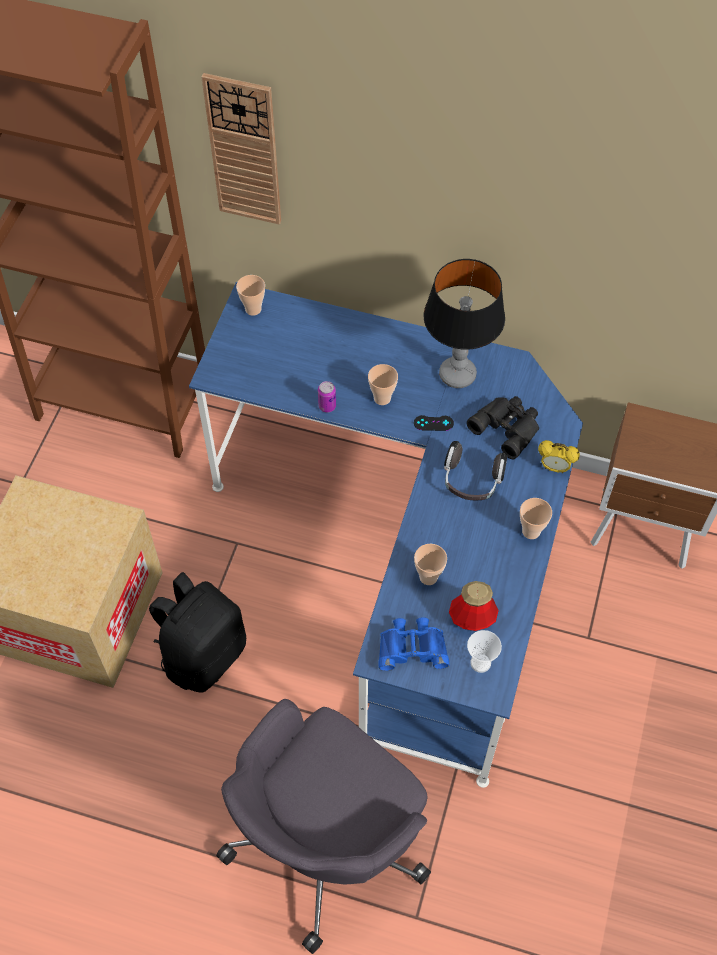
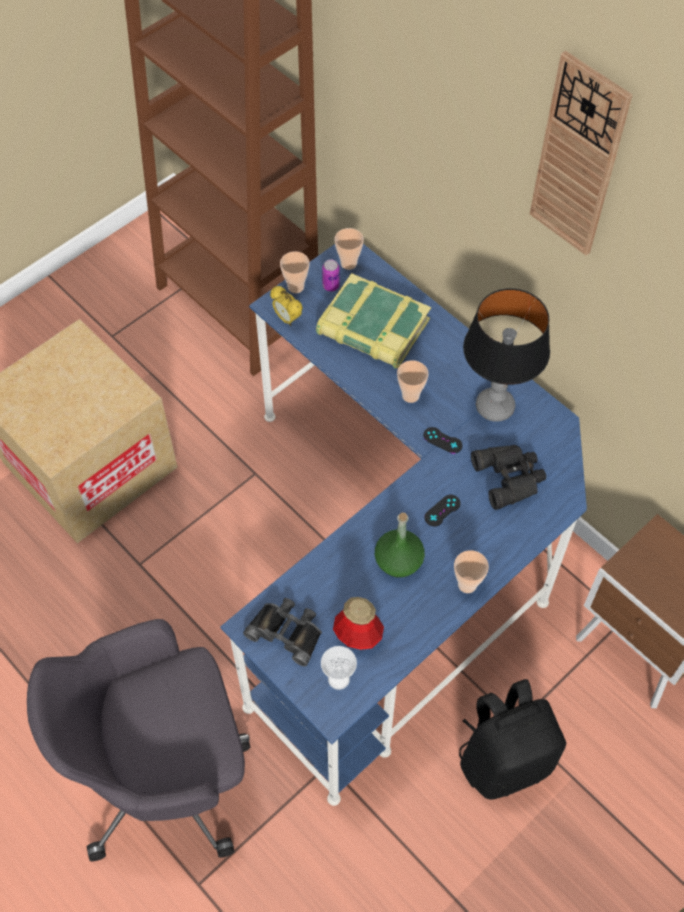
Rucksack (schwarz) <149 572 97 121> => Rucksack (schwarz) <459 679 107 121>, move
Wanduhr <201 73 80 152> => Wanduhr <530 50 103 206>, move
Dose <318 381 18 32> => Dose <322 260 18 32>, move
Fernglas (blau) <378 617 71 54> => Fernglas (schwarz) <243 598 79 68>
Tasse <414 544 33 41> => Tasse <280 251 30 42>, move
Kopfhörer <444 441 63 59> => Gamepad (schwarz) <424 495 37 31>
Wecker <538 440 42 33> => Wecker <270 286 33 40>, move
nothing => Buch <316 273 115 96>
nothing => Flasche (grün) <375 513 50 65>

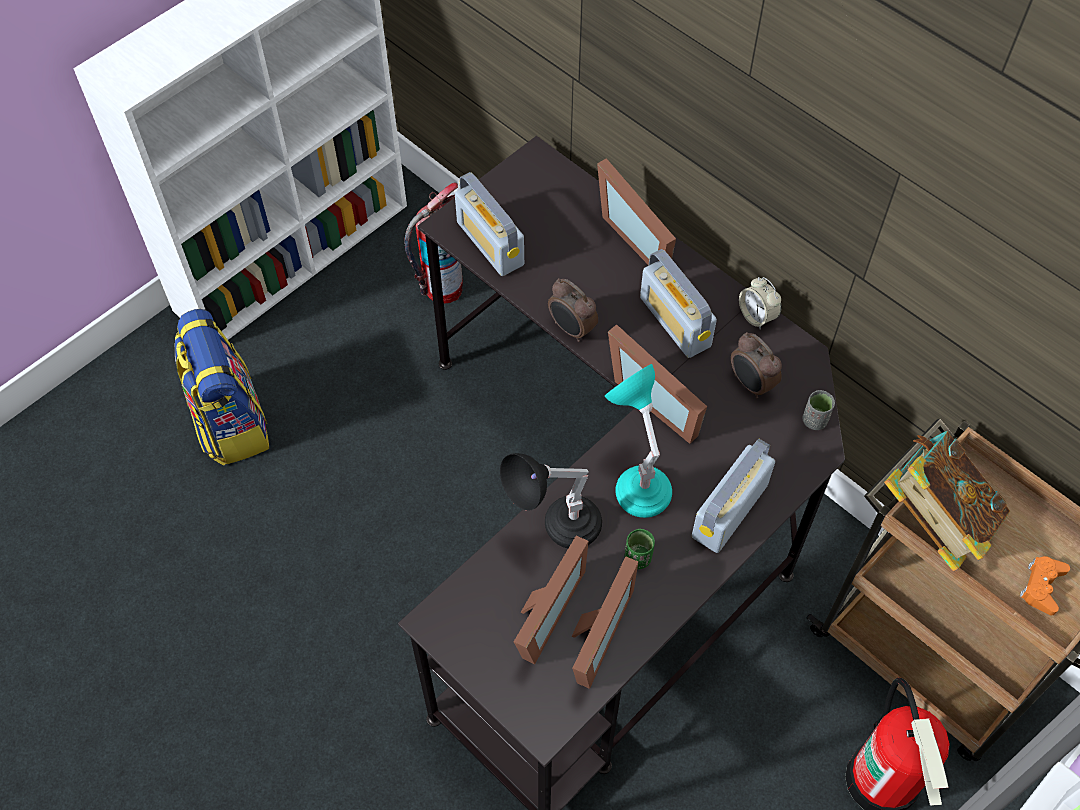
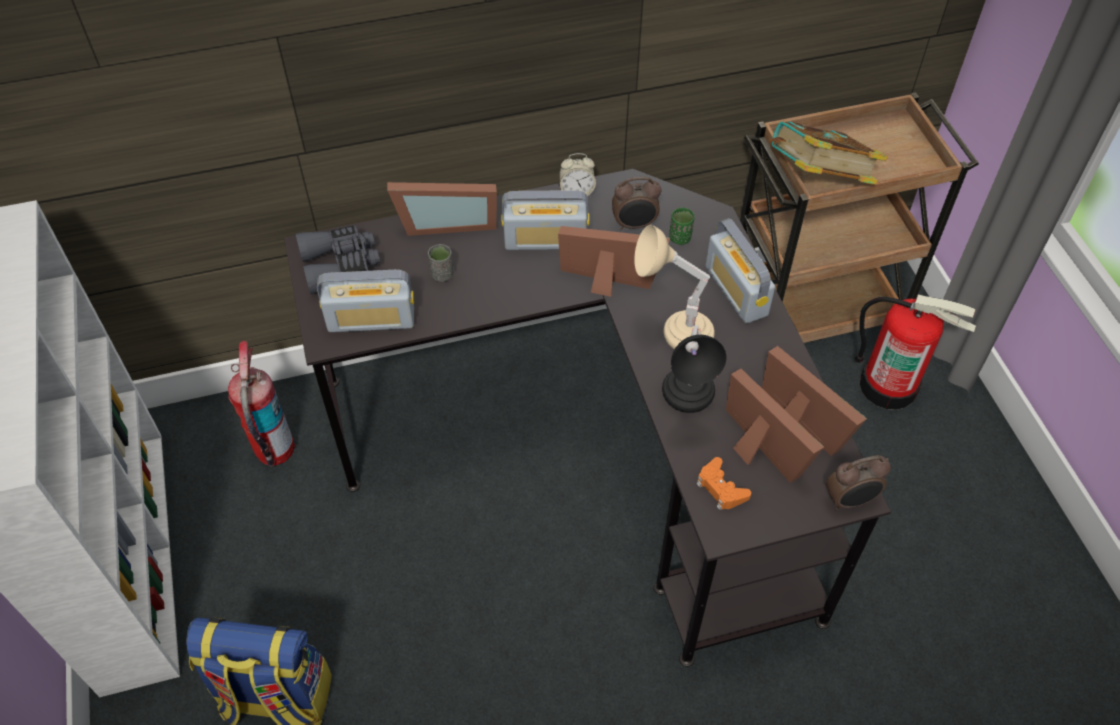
Wecker <548 278 50 64> => Wecker <826 455 65 55>, move
Tischlampe (türkis) <604 364 68 154> => Tischlampe (beige) <634 225 81 124>
Bilderrahmen <608 324 99 120> => Bilderrahmen <558 226 112 71>, 150 degrees counterclockwise
Tasse (grün) <625 528 30 41> => Tasse (grün) <669 208 26 37>, move
Tasse (grau) <803 390 32 40> => Tasse (grau) <428 244 26 38>, move
Gamepad (orange) <1020 556 50 59> => Gamepad (orange) <697 457 54 53>, move
nothing => Fernglas (grau) <296 226 84 68>

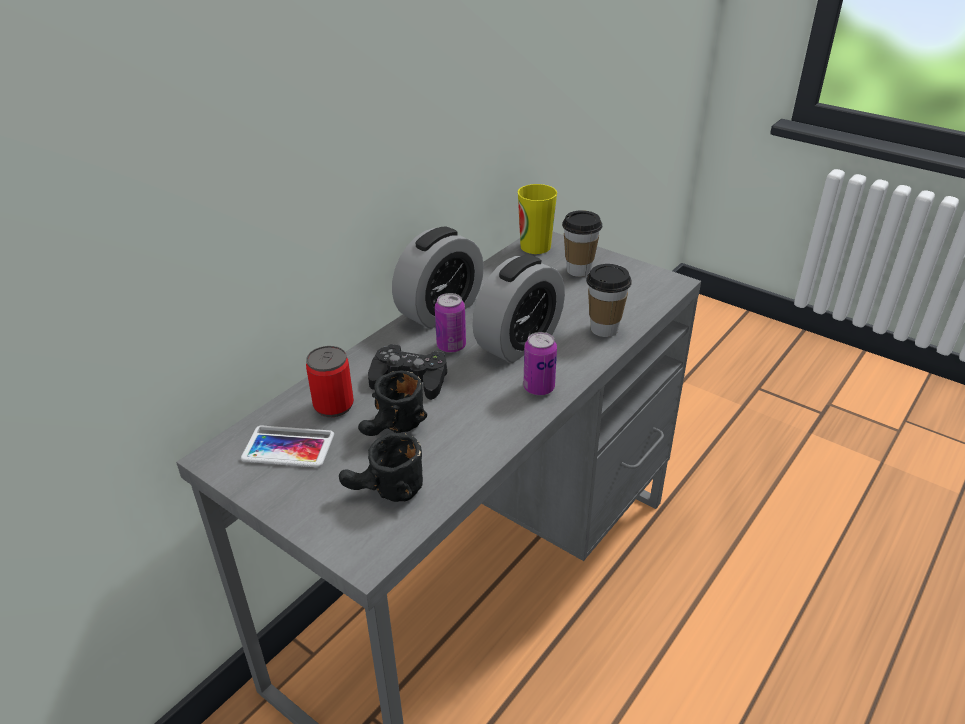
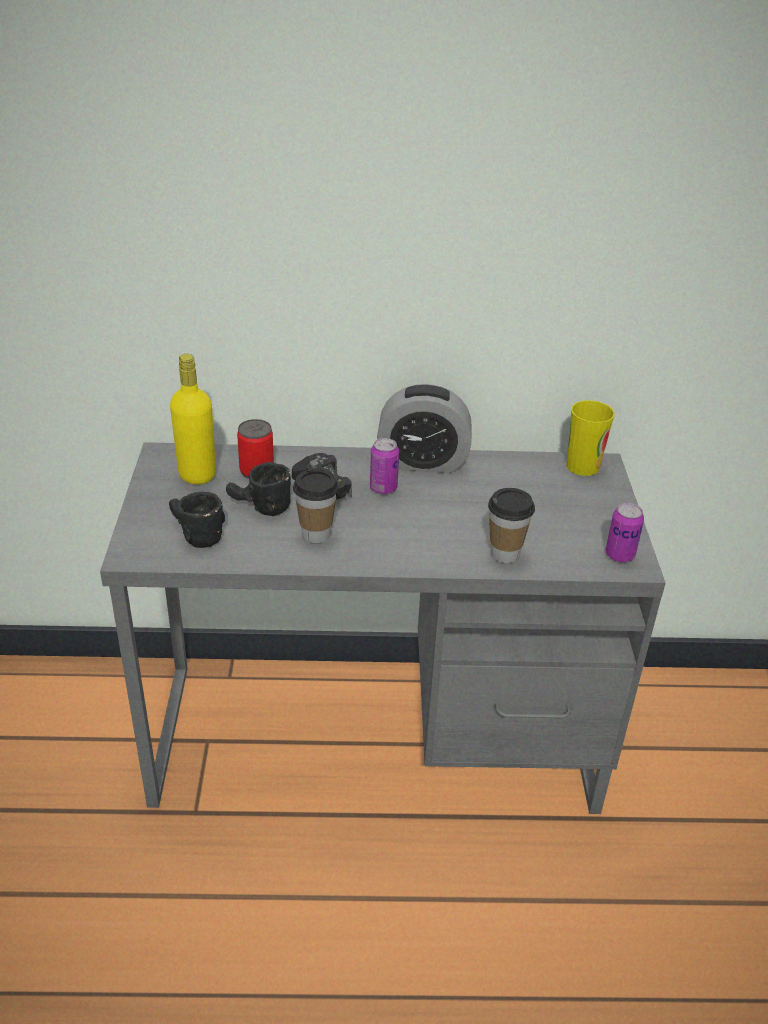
Handy <241 425 93 42> => Flasche (gelb) <170 354 46 130>
Wecker <472 255 93 108> => nothing
Dose <523 332 34 64> => Dose <606 503 38 60>, move
Tasse <562 210 40 67> => Tasse <293 469 46 74>, move

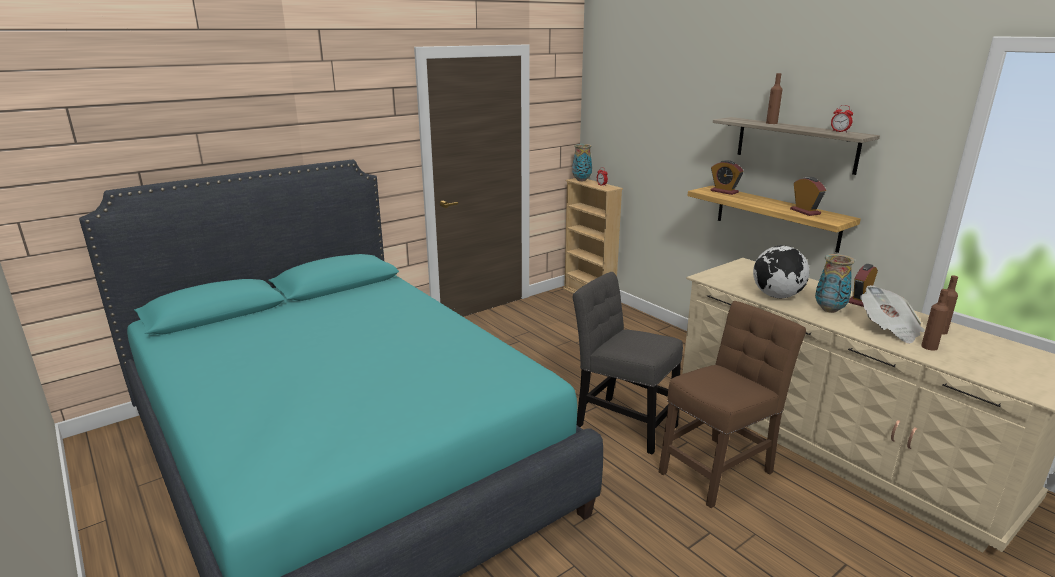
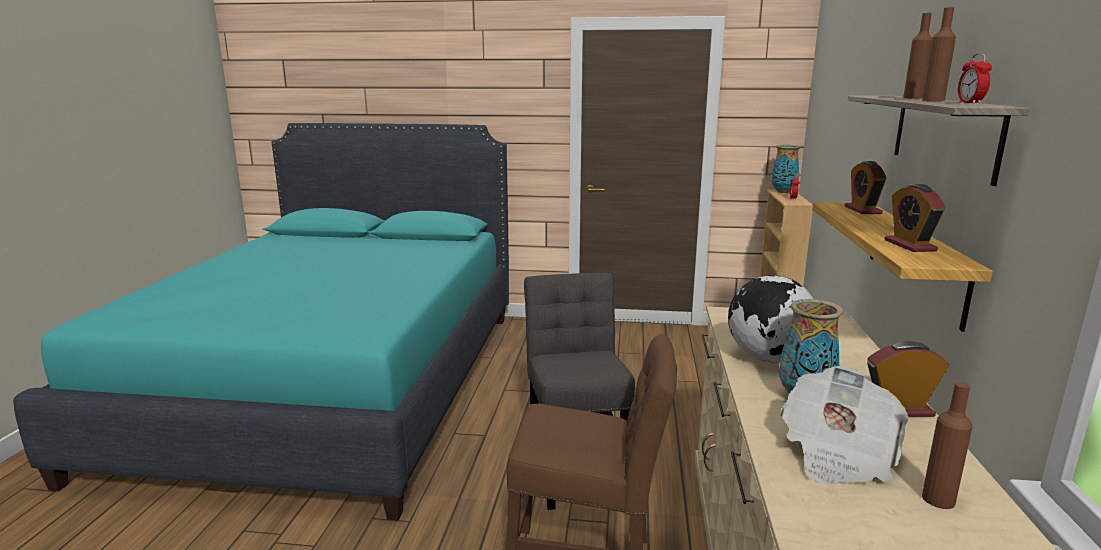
Wecker <790 177 36 39> => Wecker <884 184 61 68>, 150 degrees clockwise
Flasche (braun) <921 289 28 62> => Flasche (braun) <922 7 34 94>, move

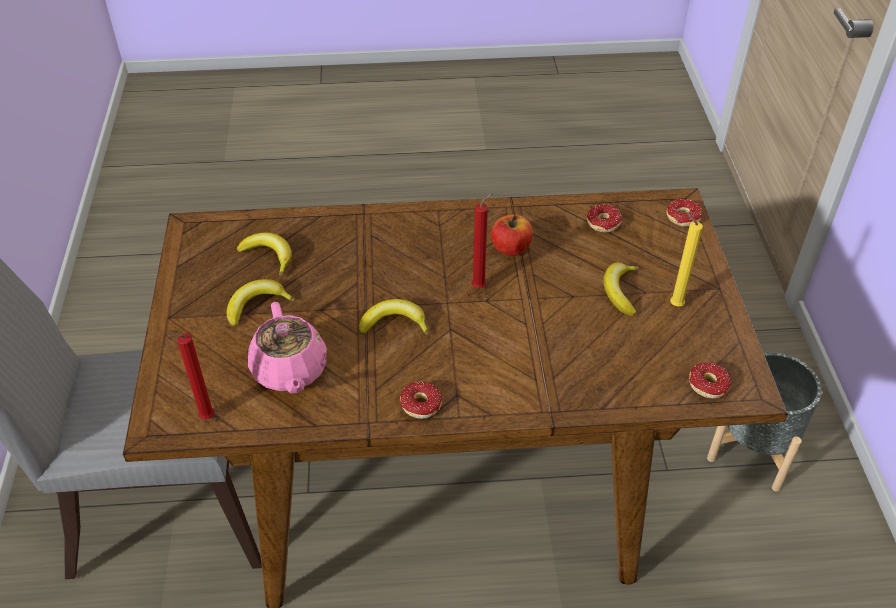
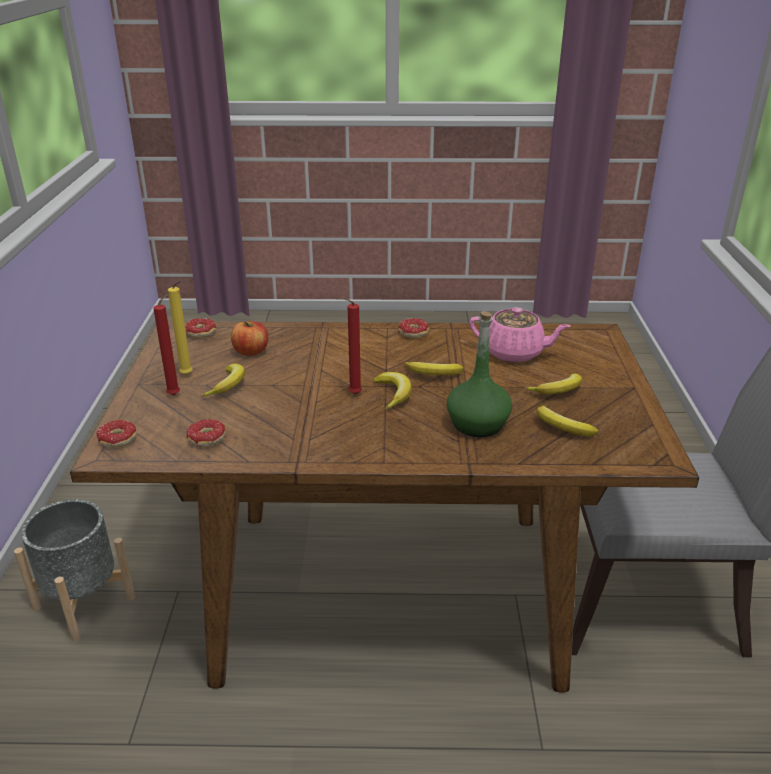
Kerze (rot) <167 333 48 87> => Kerze (rot) <153 294 27 101>, move
Teekanne (rosa) <248 302 79 91> => Teekanne (rosa) <469 307 102 56>, 120 degrees clockwise
Apfel <491 215 42 41> => Apfel <231 321 37 35>, move
nothing => Banane <373 372 39 38>
nothing => Flasche (grün) <447 311 65 126>

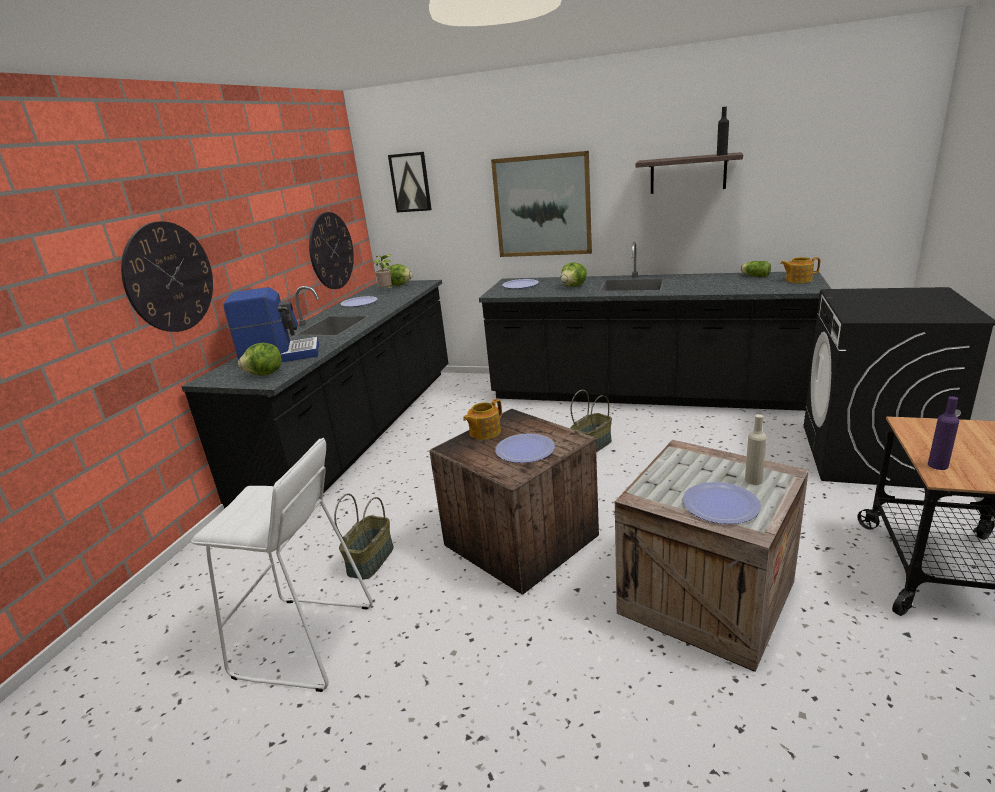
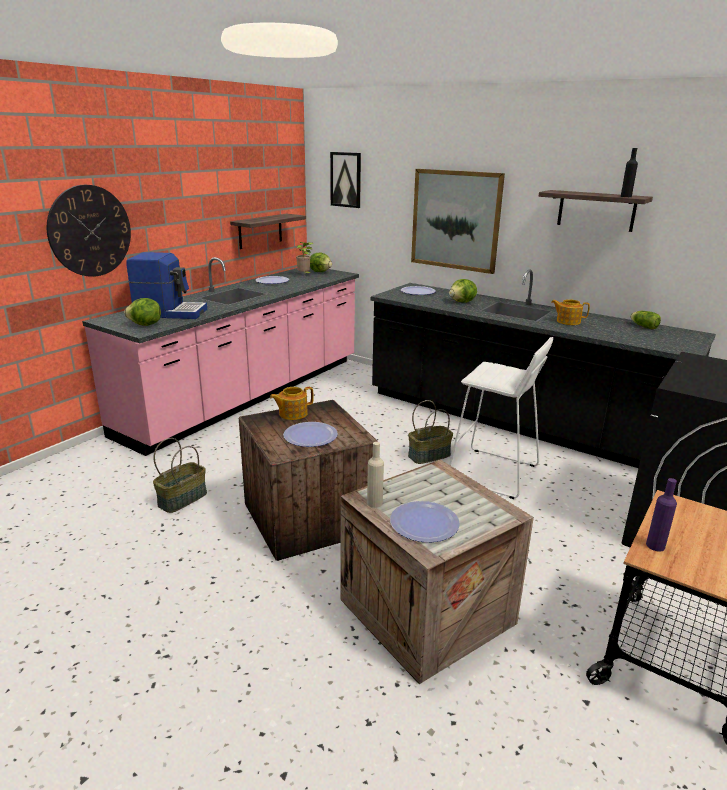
Küchenzeile (schwarz) <181 280 267 229> => Küchenzeile (rosa) <82 257 277 199>
Hocker (weiß) <191 438 182 254> => Hocker (weiß) <449 337 104 162>, move
Wanduhr <309 212 45 77> => Wandregal <230 214 76 35>
Flasche (beige) <745 414 22 71> => Flasche (beige) <367 442 17 66>, move
Teekanne <780 257 40 26> => Teekanne <551 299 39 26>, move

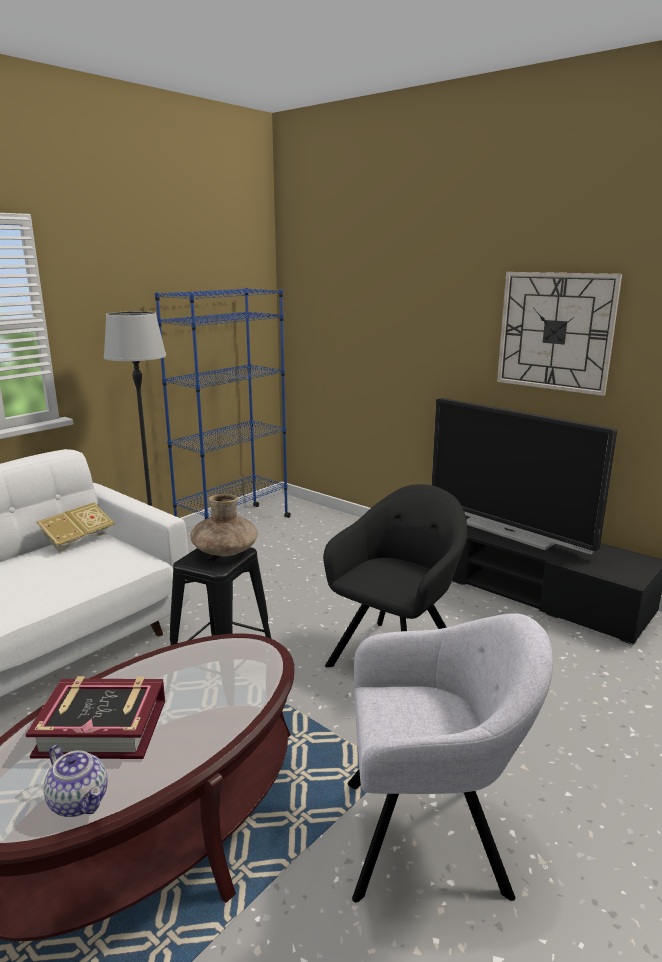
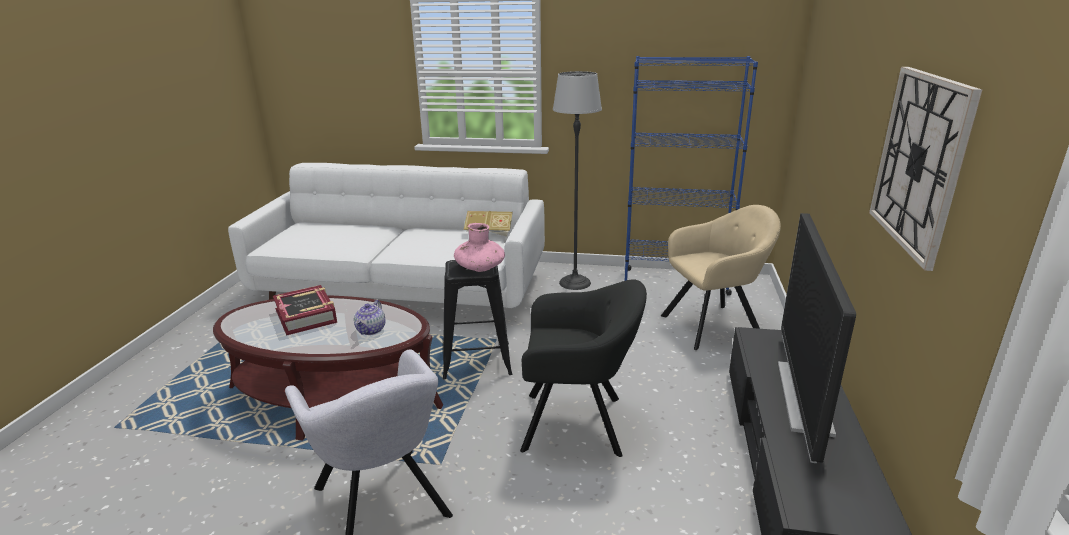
Teekanne <44 745 64 72> => Teekanne <354 300 31 35>, move
Vase (braun) <190 494 68 62> => Vase (rosa) <454 223 51 49>
nothing => Sessel (beige) <661 205 120 145>

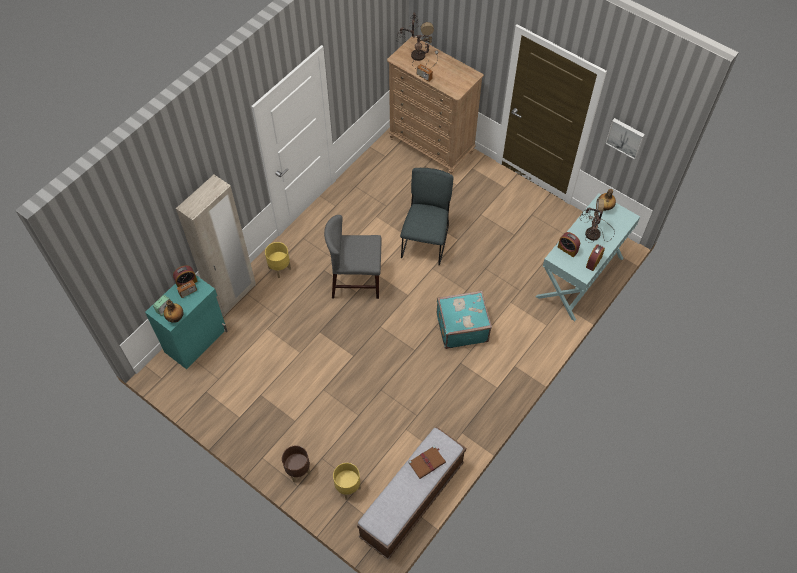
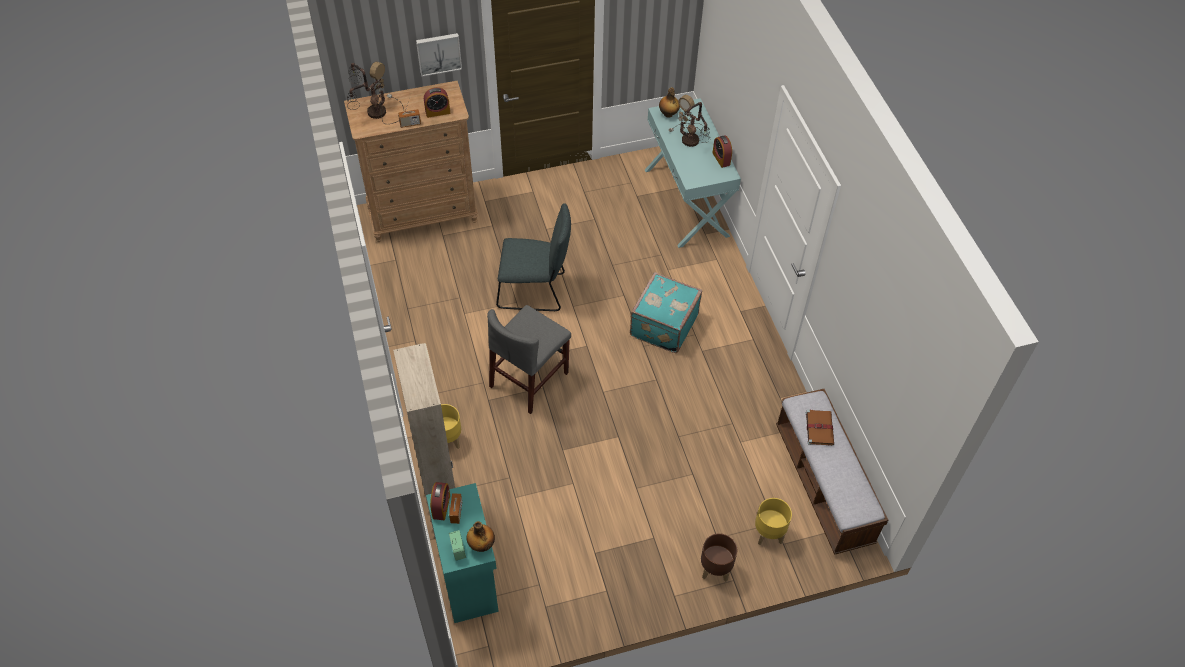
Stuhl (grau) <400 168 53 97> => Stuhl (grau) <496 203 75 108>, 135 degrees clockwise
Wecker <558 232 22 25> => Wecker <424 87 26 31>, move
Bild <605 118 40 42> => Bild <416 33 46 44>, move

